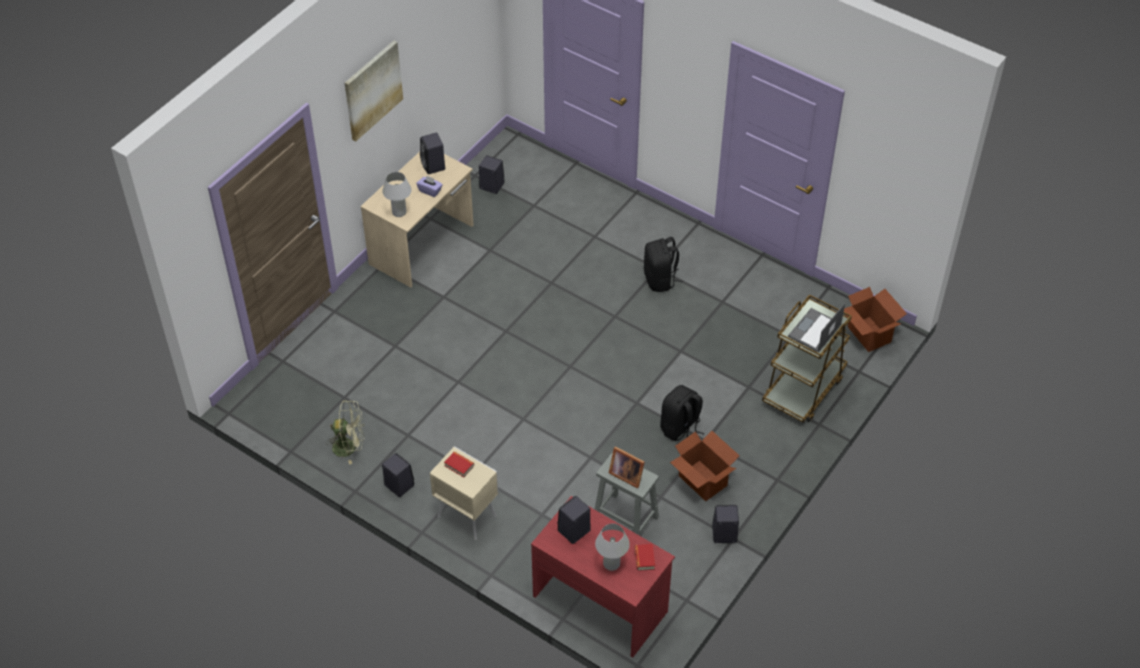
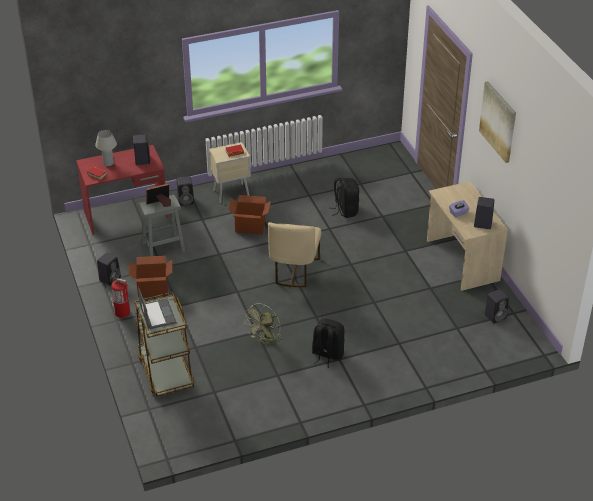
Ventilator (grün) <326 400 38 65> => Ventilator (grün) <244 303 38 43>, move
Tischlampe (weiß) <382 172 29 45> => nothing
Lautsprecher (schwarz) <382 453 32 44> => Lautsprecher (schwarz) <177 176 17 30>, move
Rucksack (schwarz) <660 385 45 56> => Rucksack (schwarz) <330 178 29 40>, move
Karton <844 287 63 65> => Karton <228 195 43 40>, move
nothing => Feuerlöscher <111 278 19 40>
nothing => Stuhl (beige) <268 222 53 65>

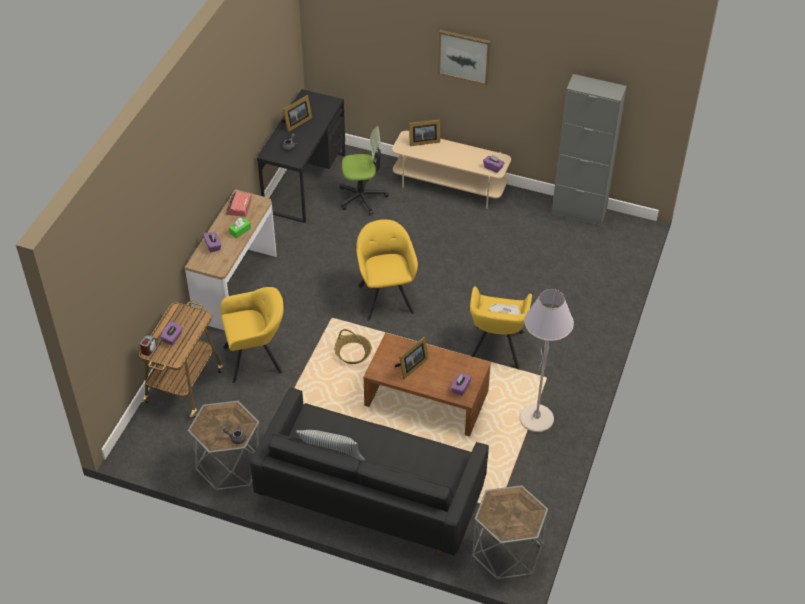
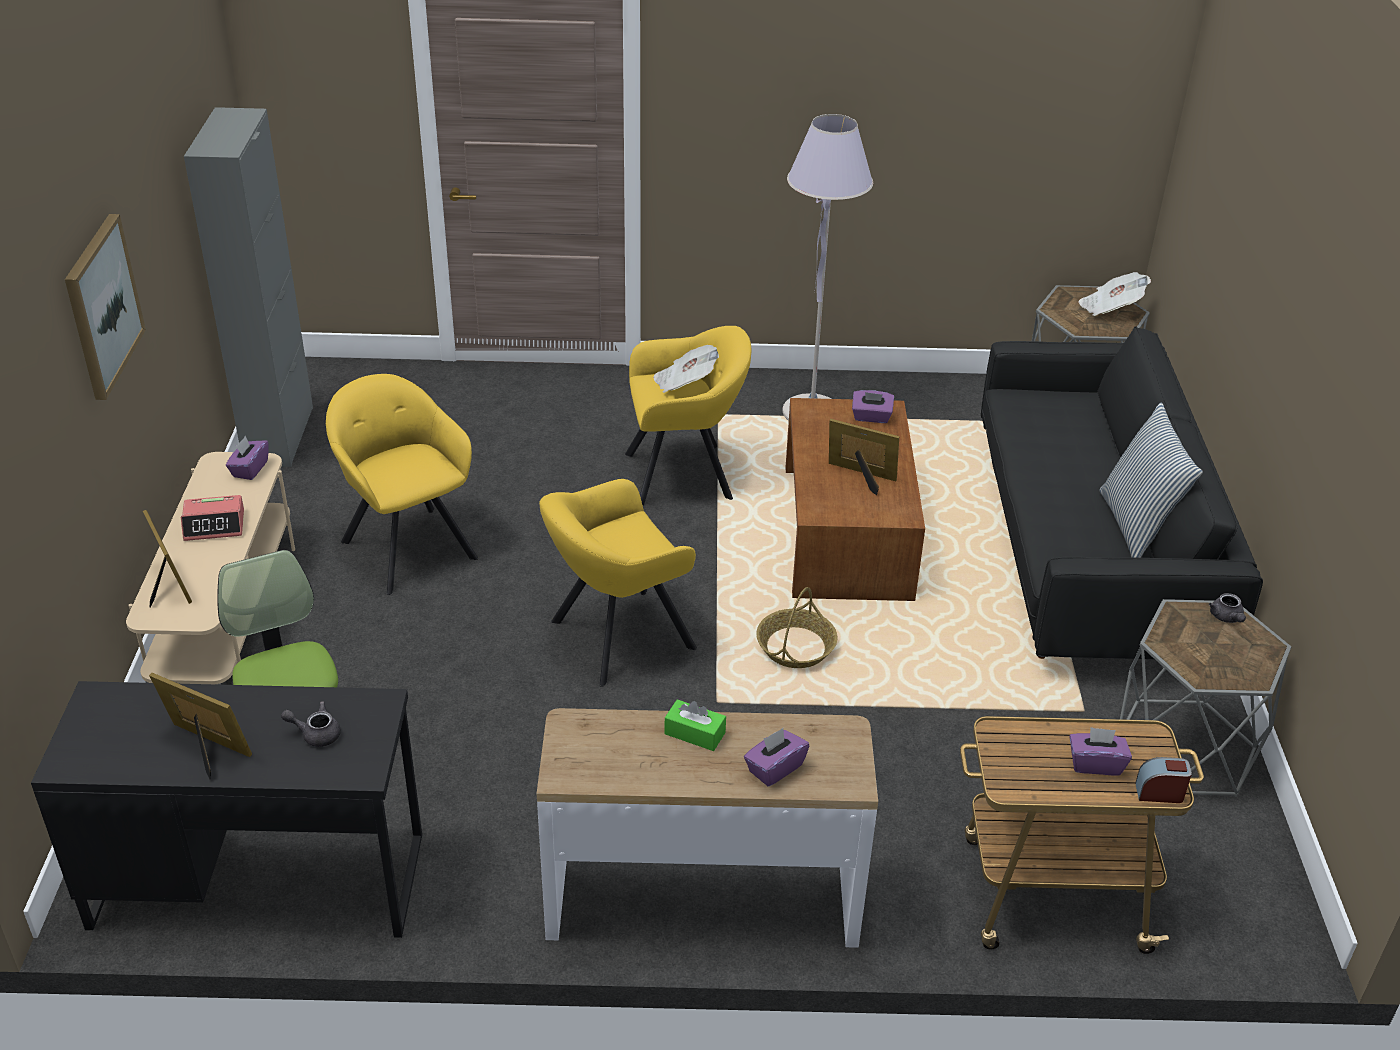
Sessel (gelb) <220 287 64 96> => Sessel (gelb) <326 374 152 221>, move
Wecker <226 191 26 26> => Wecker <181 495 63 46>, move
nothing => Zeitung <1078 272 73 44>

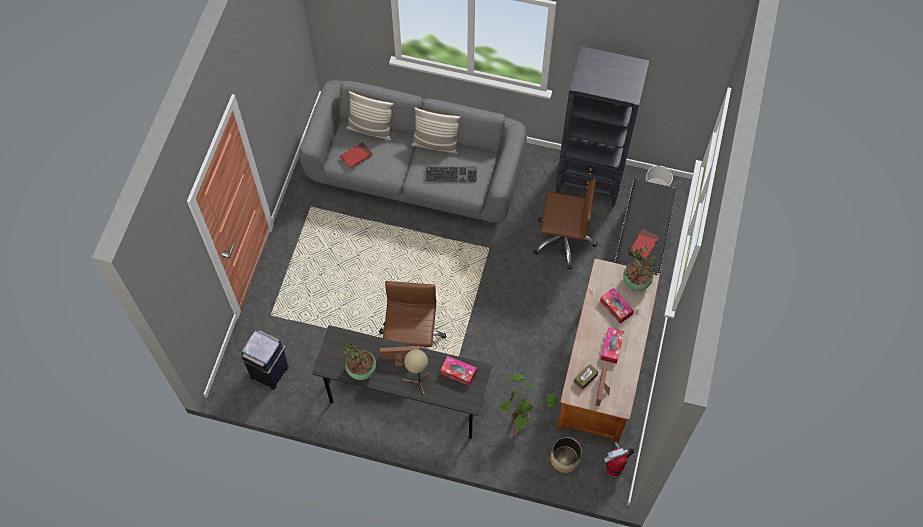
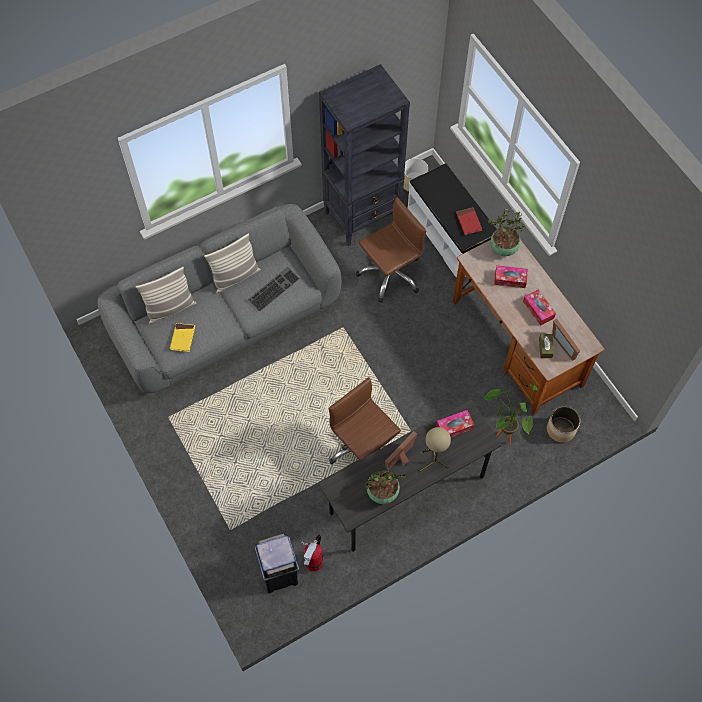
Buch (rot) <340 142 33 27> => Buch (gelb) <170 323 25 29>
Feuerlöscher <604 441 31 36> => Feuerlöscher <301 534 22 38>, move

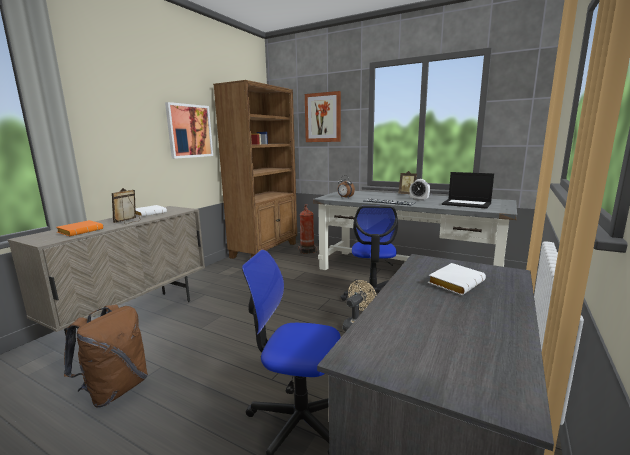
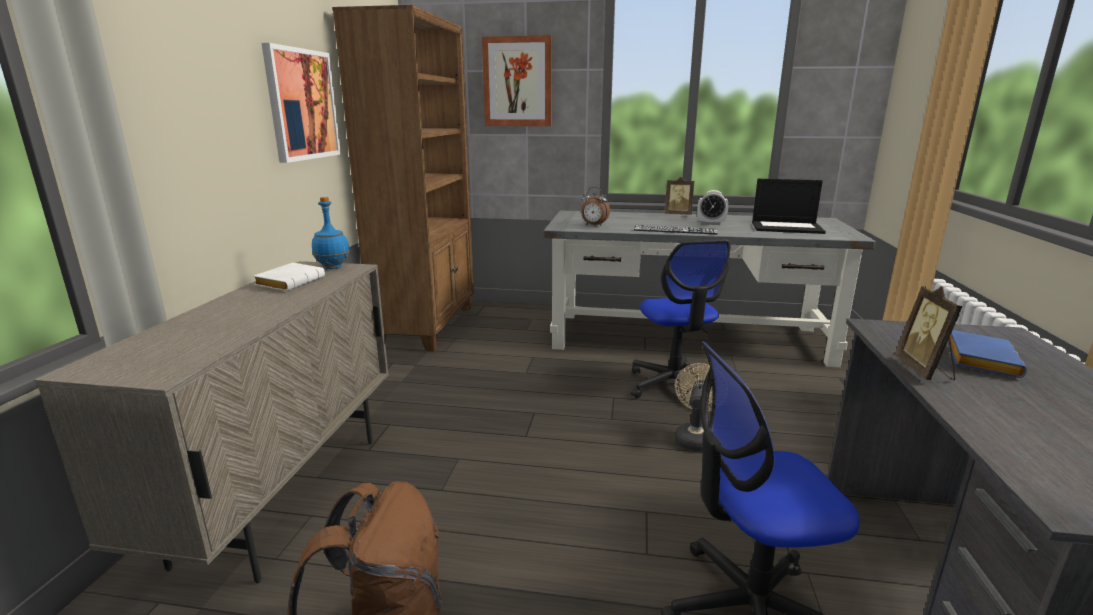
Buch (orange) <56 220 47 16> => nothing
Bilderrahmen <112 188 28 36> => Bilderrahmen <895 286 67 94>, move
Feuerlöscher <298 204 19 50> => nothing
Buch (weiß) <428 263 58 32> => Buch (blau) <947 330 80 48>
nothing => Flasche (blau) <312 197 38 72>

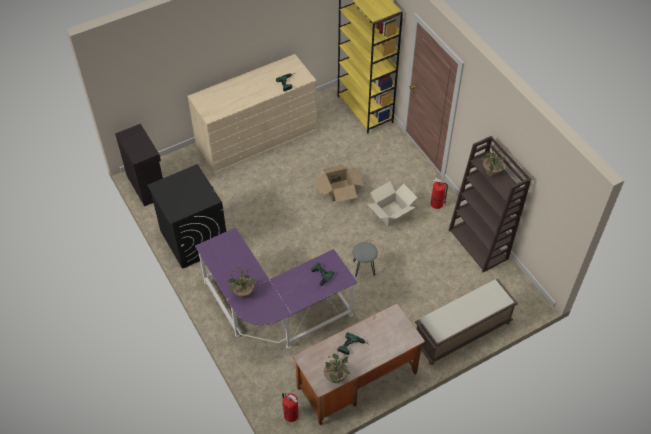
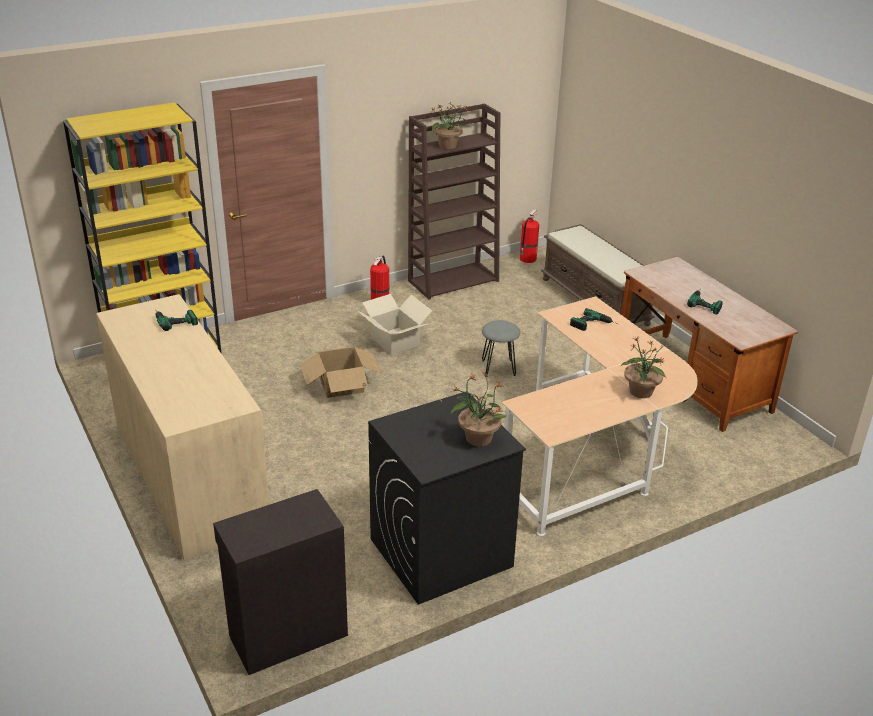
Schreibtisch (lila) <195 228 163 120> => Schreibtisch (beige) <502 296 196 240>
Feuerlöscher <282 393 17 29> => Feuerlöscher <520 209 19 54>, move
Topfpflanze <323 347 27 36> => Topfpflanze <451 373 55 74>, move

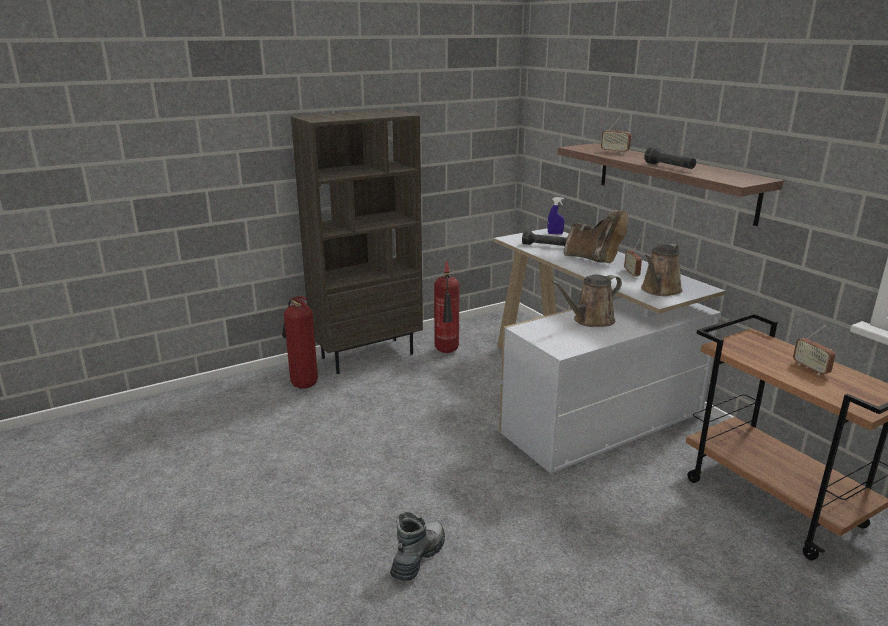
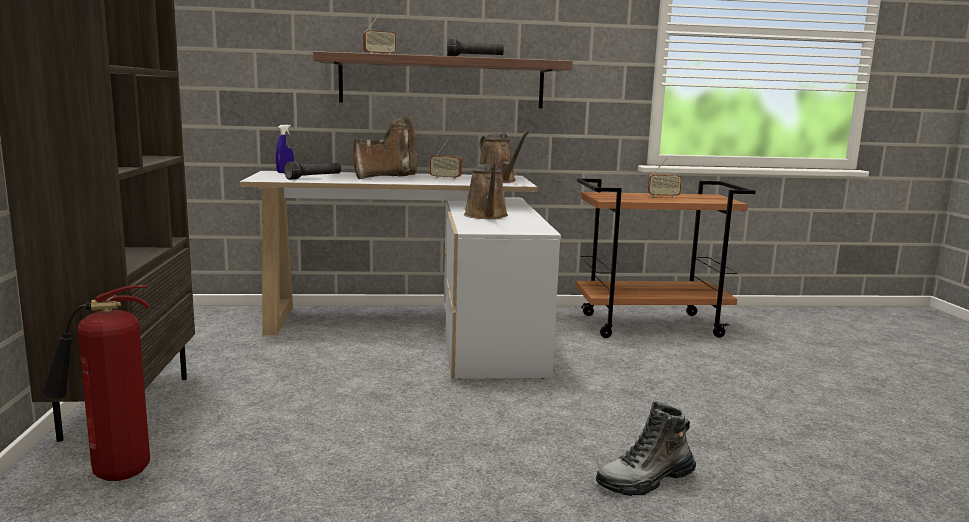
Stiefel <390 512 55 69> => Stiefel <596 401 100 95>, 75 degrees counterclockwise
Feuerlöscher <434 261 26 92> => nothing

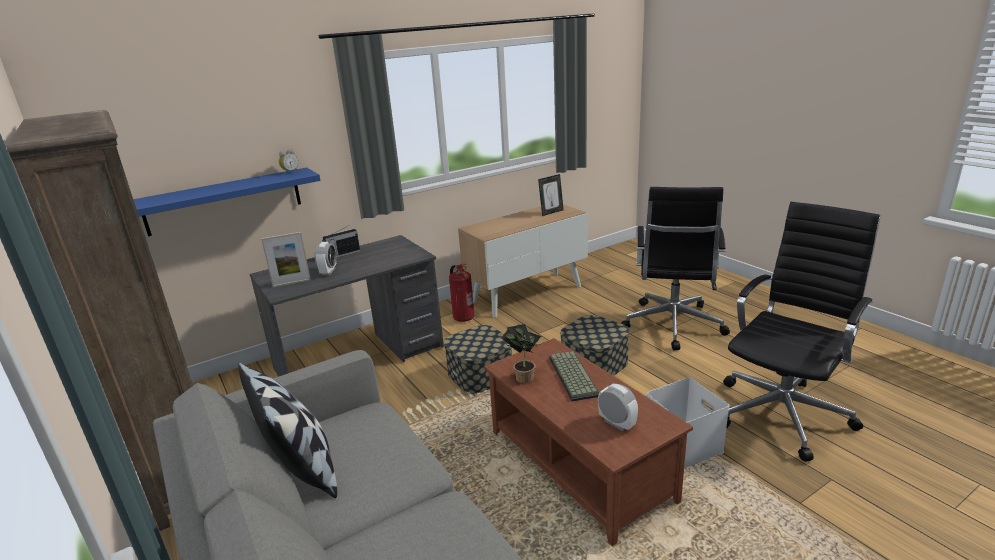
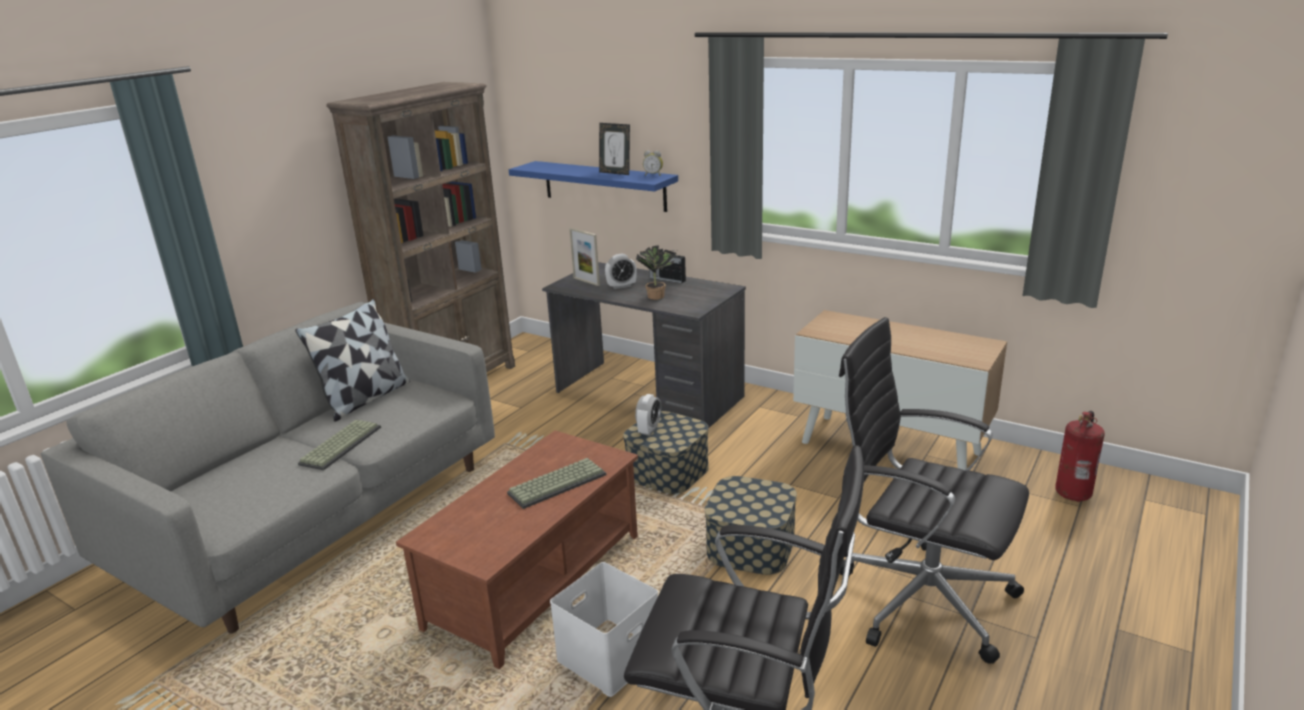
Feuerlöscher <449 264 25 58> => Feuerlöscher <1055 411 50 91>, move
Topfpflanze <501 324 40 59> => Topfpflanze <636 245 41 55>, move
Bilderrahmen <538 174 25 42> => Bilderrahmen <599 123 31 52>, move
Wecker <598 384 40 47> => Wecker <635 394 26 41>, move
Bürostuhl (schwarz) <621 187 109 163> => Bürostuhl (schwarz) <839 317 190 347>, 45 degrees clockwise
nothing => Tastatur <298 420 83 50>

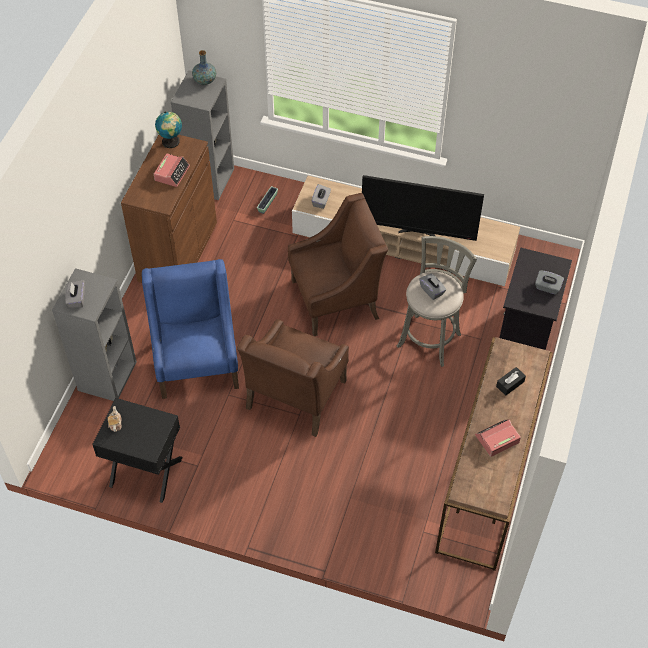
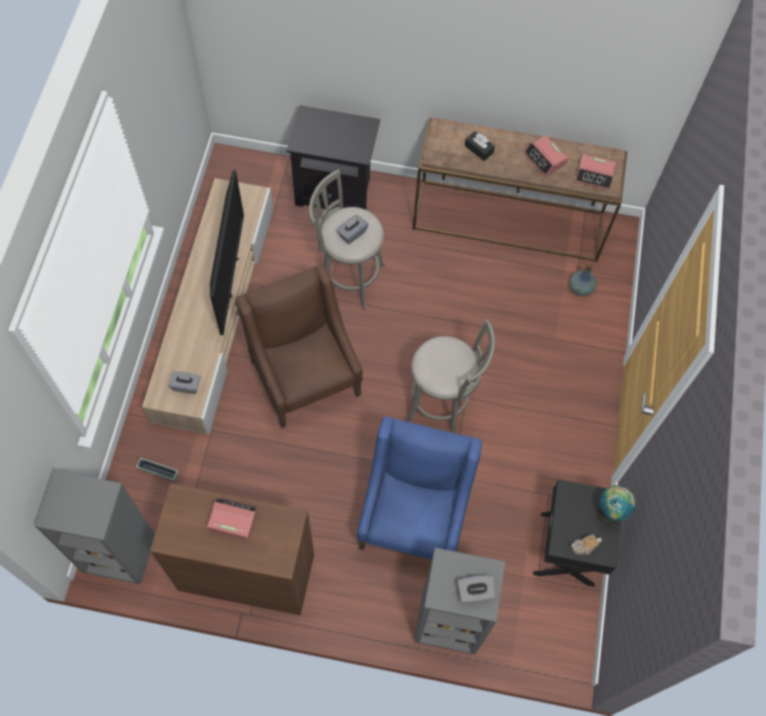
Sessel (blau) <142 259 97 140> => Sessel (blau) <357 417 125 143>, 120 degrees clockwise
Globus <155 111 27 37> => Globus <597 485 39 40>, move
Vase <192 50 24 35> => Vase <569 265 28 31>, move
Sessel (braun) <237 319 112 118> => Hocker (grau) <405 319 90 114>
Taschentuchbox (grau) <535 270 29 25> => nothing
nothing => Wecker <575 154 42 36>

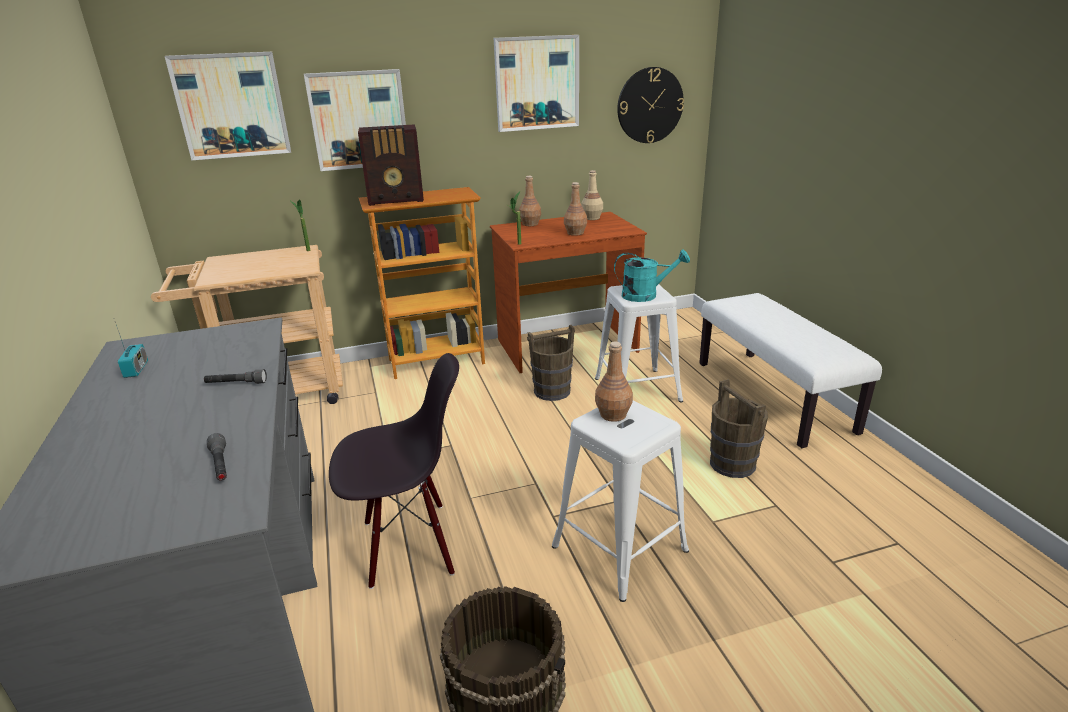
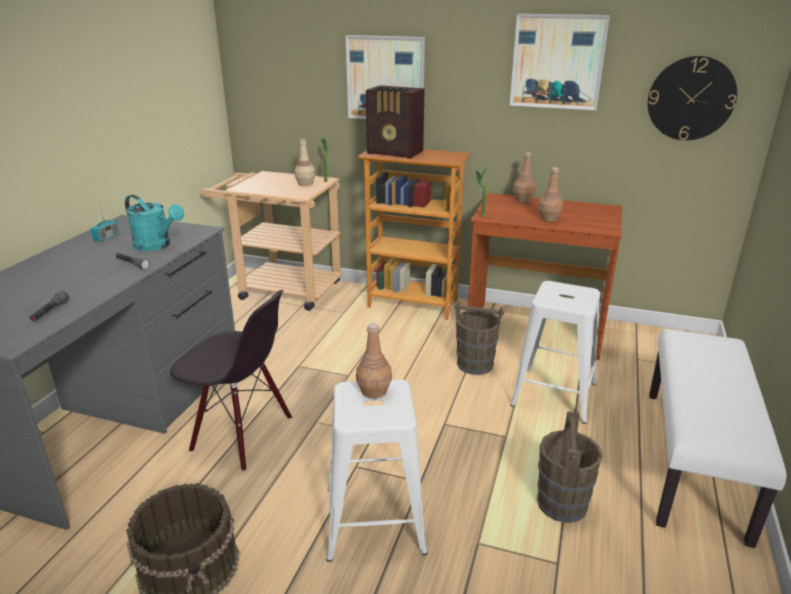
Bild <164 52 127 108> => nothing
Flasche (beige) <581 170 22 50> => Flasche (beige) <295 139 21 47>, move
Gießkanne (türkis) <614 250 76 52> => Gießkanne (türkis) <125 195 59 56>, move

